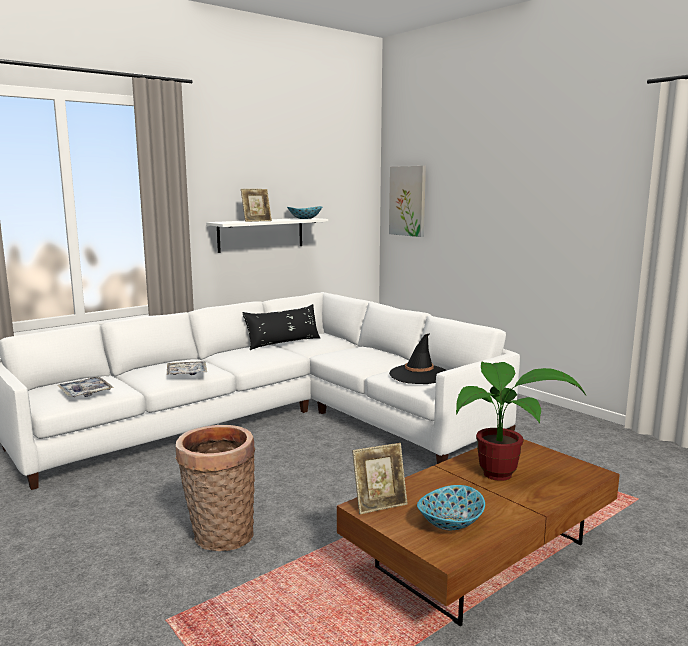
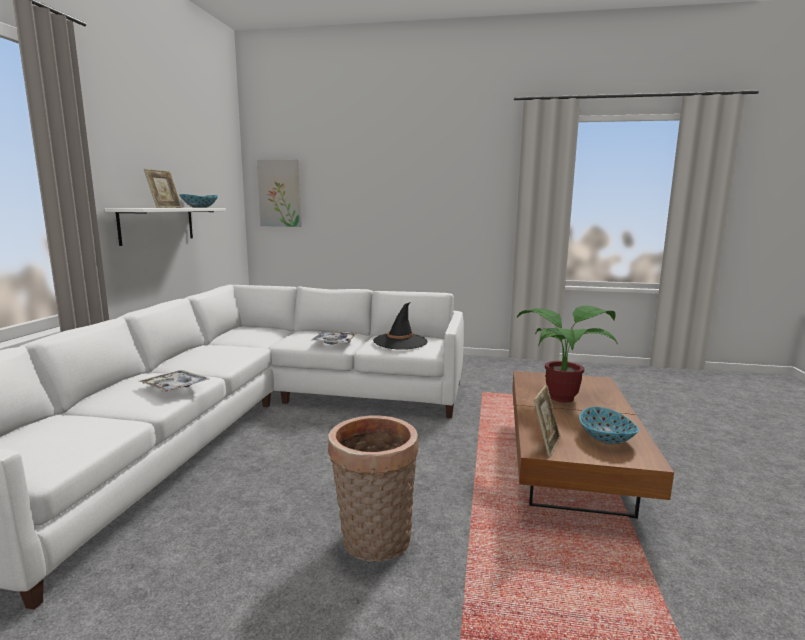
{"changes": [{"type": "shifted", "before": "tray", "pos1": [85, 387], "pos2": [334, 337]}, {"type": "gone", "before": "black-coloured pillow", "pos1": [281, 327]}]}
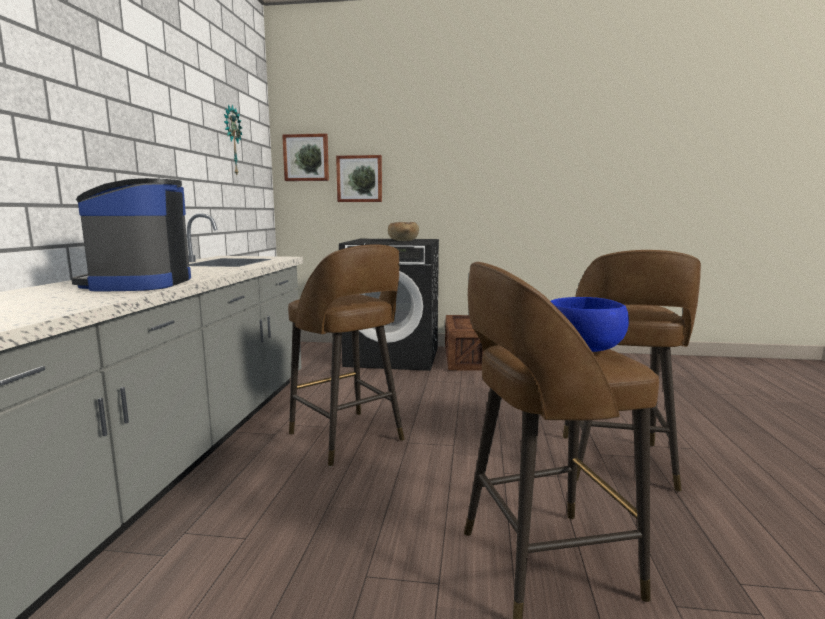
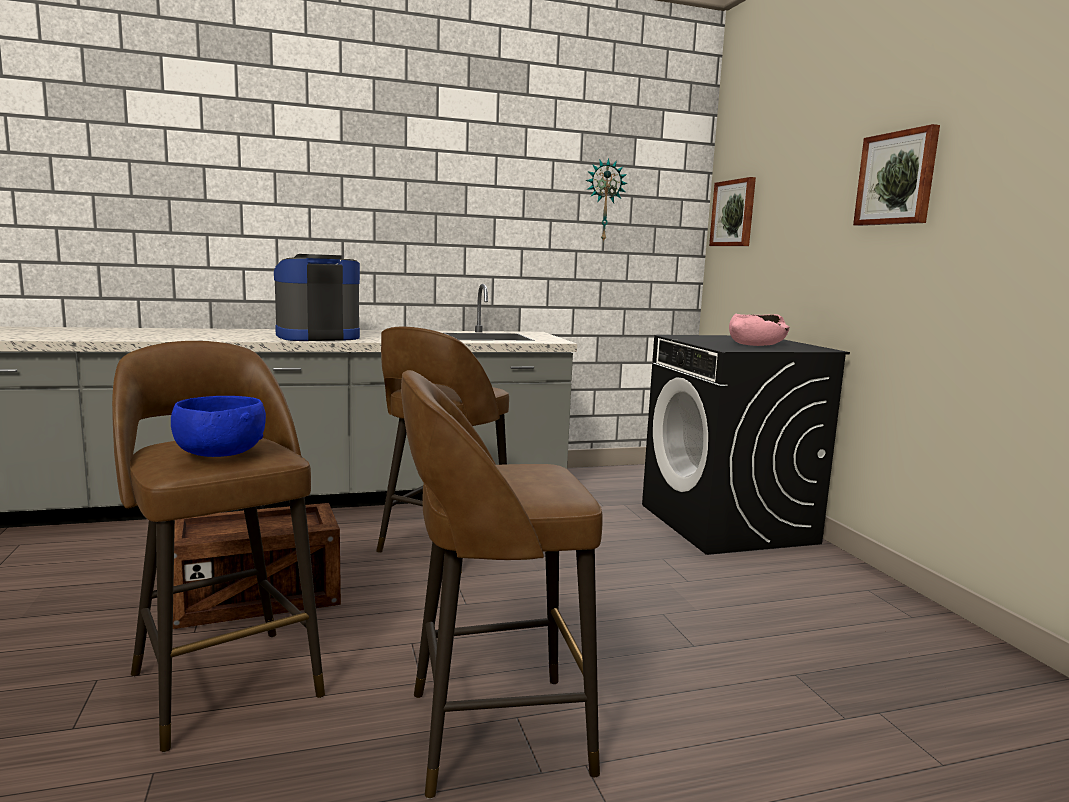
{"changes": [{"type": "shifted", "before": "packing crate", "pos1": [464, 343], "pos2": [257, 566]}, {"type": "repainted", "before": "brown deep dish", "after": "pink deep dish", "pos1": [403, 231], "pos2": [759, 330]}, {"type": "shifted", "before": "wall art", "pos1": [359, 178], "pos2": [896, 175]}]}
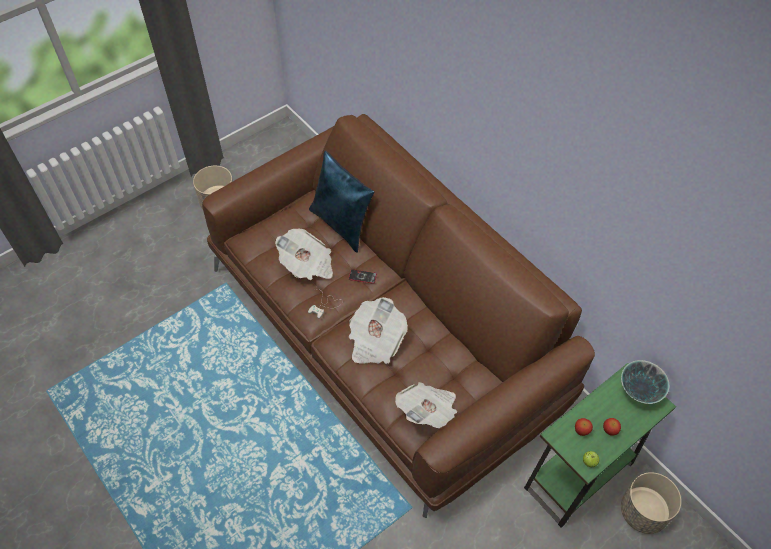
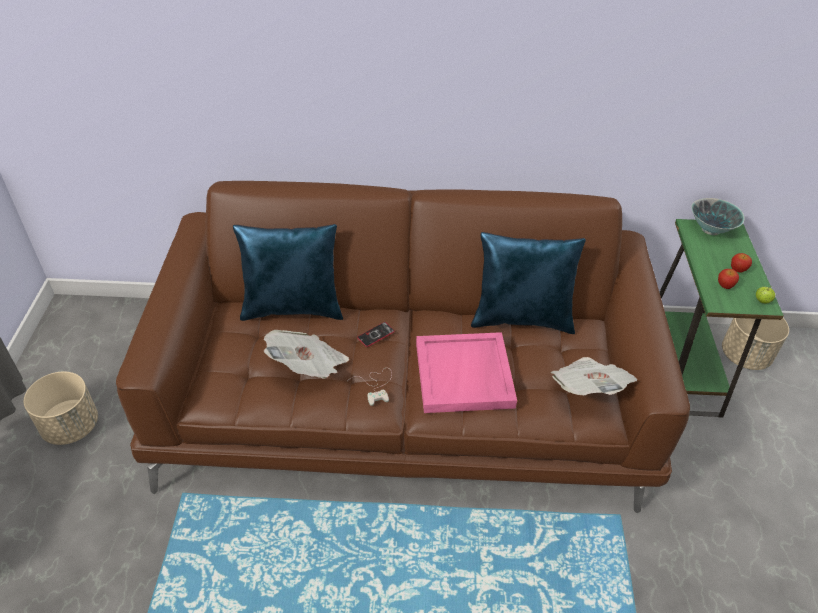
{"changes": [{"type": "swapped", "before": "newspaper", "after": "pink tray", "pos1": [378, 330], "pos2": [466, 372]}, {"type": "new", "after": "blue-coloured pillow", "pos2": [528, 283]}]}
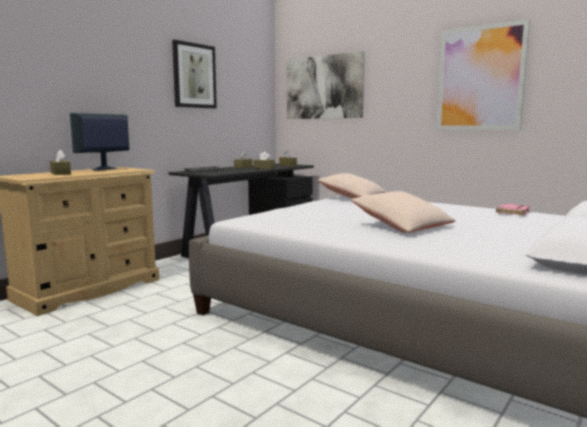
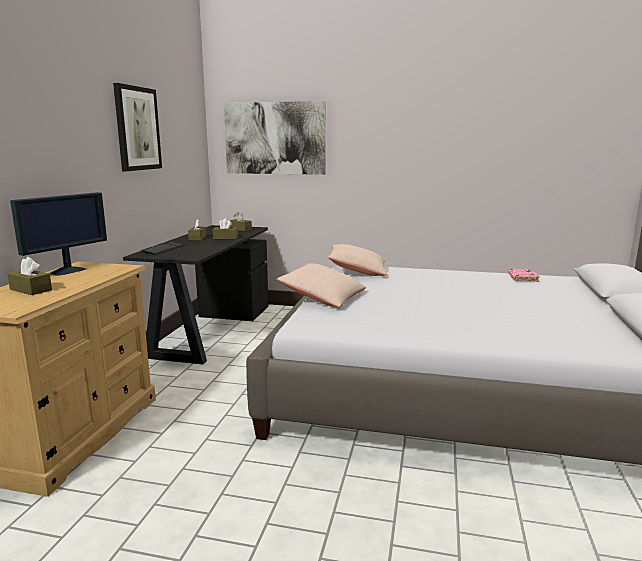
{"changes": [{"type": "rotated", "before": "computer display", "pos1": [99, 141], "pos2": [58, 234], "turn": -150}, {"type": "shifted", "before": "beige-coloured pillow", "pos1": [403, 212], "pos2": [321, 285]}, {"type": "gone", "before": "wall art", "pos1": [483, 74]}]}
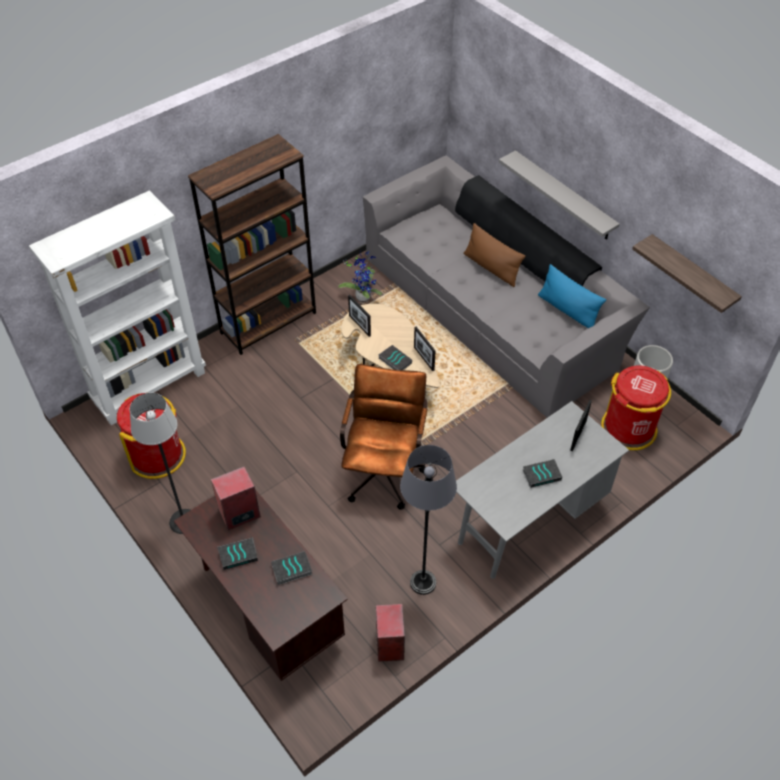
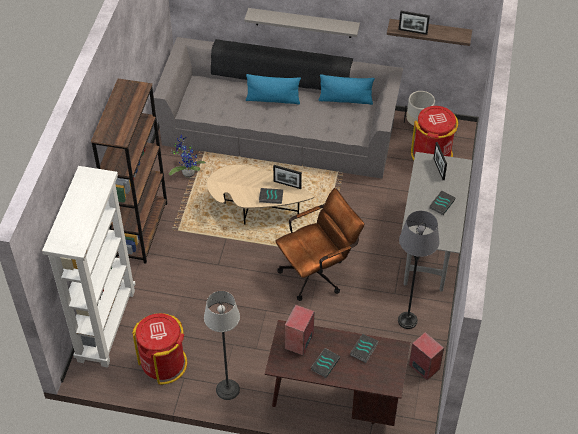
{"changes": [{"type": "repainted", "before": "brown pillow", "after": "blue-coloured pillow", "pos1": [495, 255], "pos2": [273, 89]}, {"type": "rotated", "before": "brown office chair", "pos1": [384, 437], "pos2": [319, 244], "turn": 90}, {"type": "shifted", "before": "standing frame", "pos1": [359, 316], "pos2": [414, 23]}]}
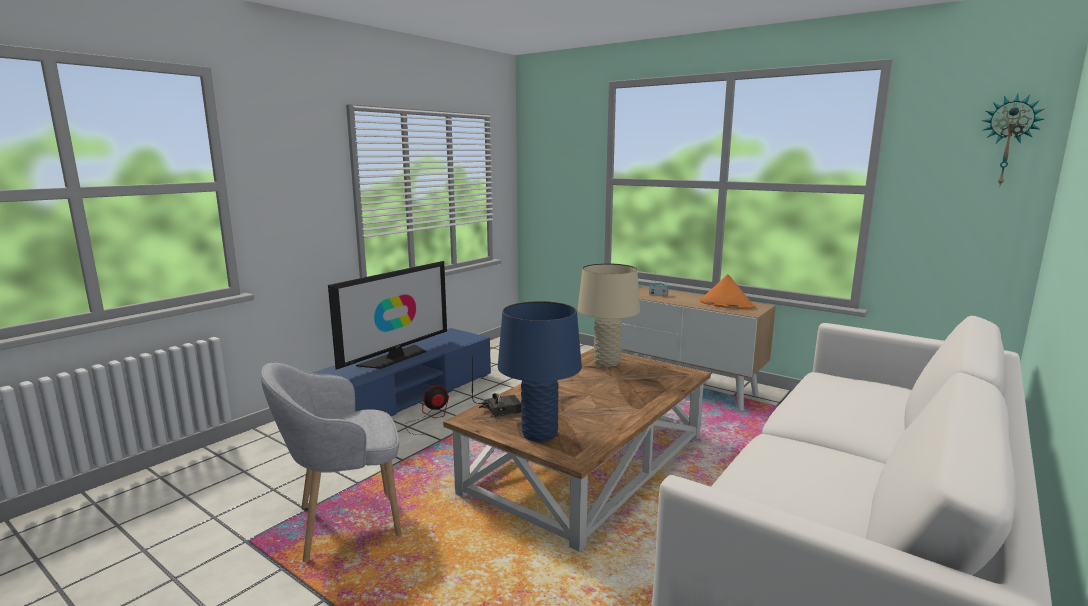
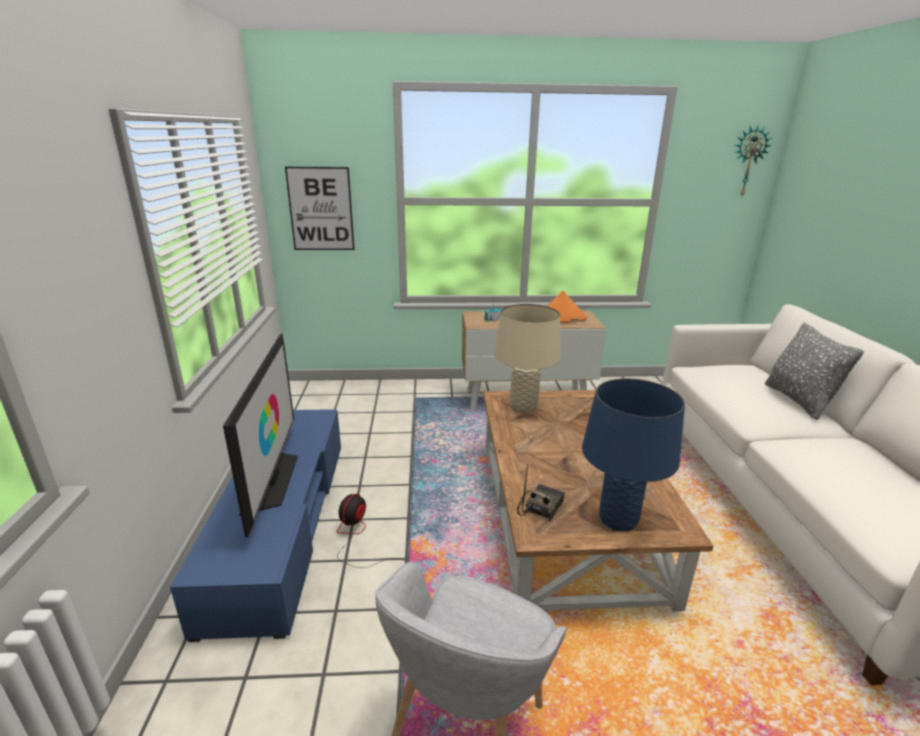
{"changes": [{"type": "new", "after": "wall art", "pos2": [320, 208]}, {"type": "new", "after": "gray pillow", "pos2": [814, 371]}]}
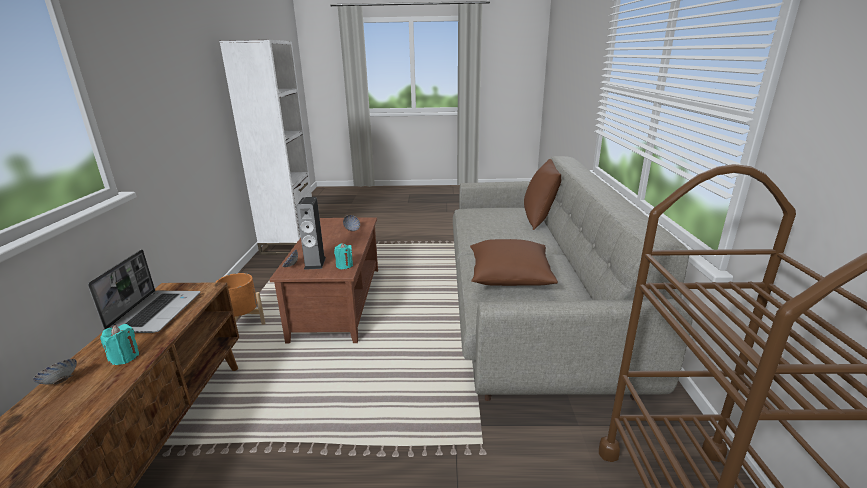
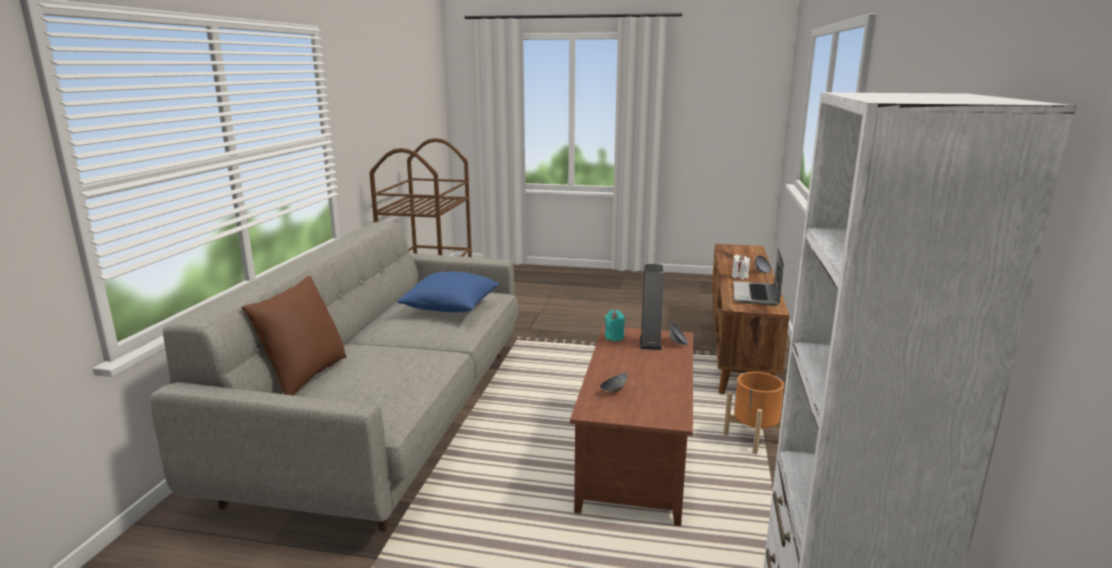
{"changes": [{"type": "repainted", "before": "brown pillow", "after": "blue-coloured pillow", "pos1": [514, 262], "pos2": [448, 292]}, {"type": "repainted", "before": "turquoise-coloured wax light", "after": "whitish wax light", "pos1": [119, 344], "pos2": [741, 267]}]}
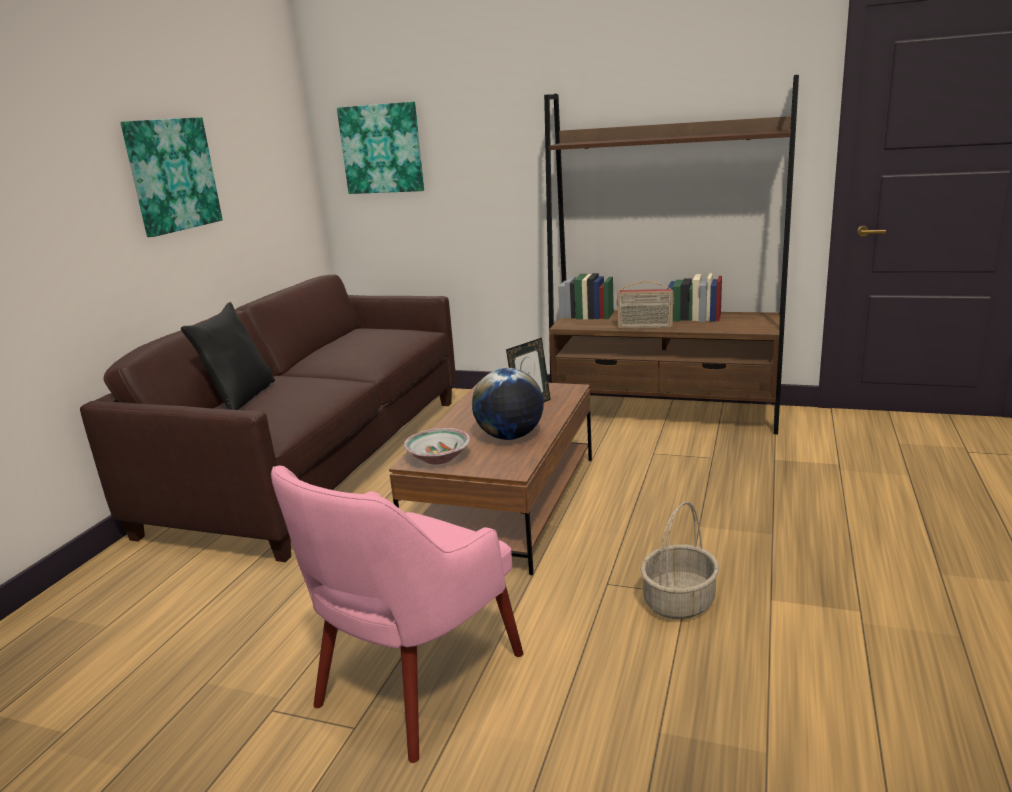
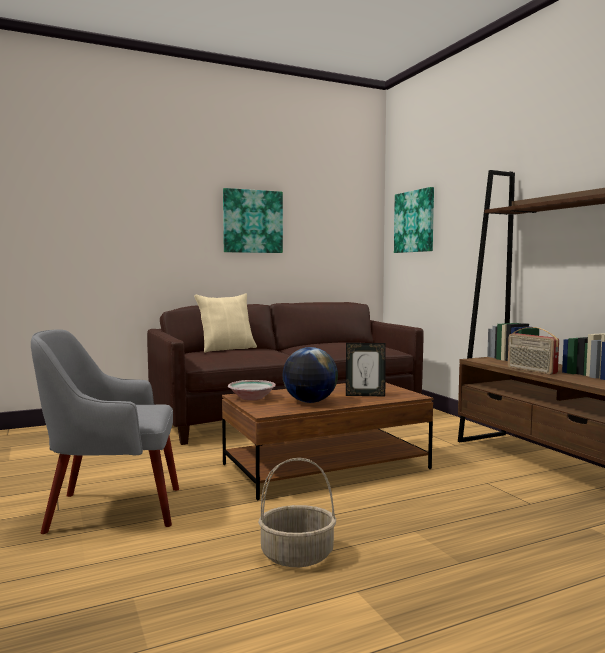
{"changes": [{"type": "repainted", "before": "pink armchair", "after": "gray armchair", "pos1": [397, 614], "pos2": [105, 431]}, {"type": "repainted", "before": "black-coloured pillow", "after": "beige-coloured pillow", "pos1": [228, 356], "pos2": [225, 323]}]}
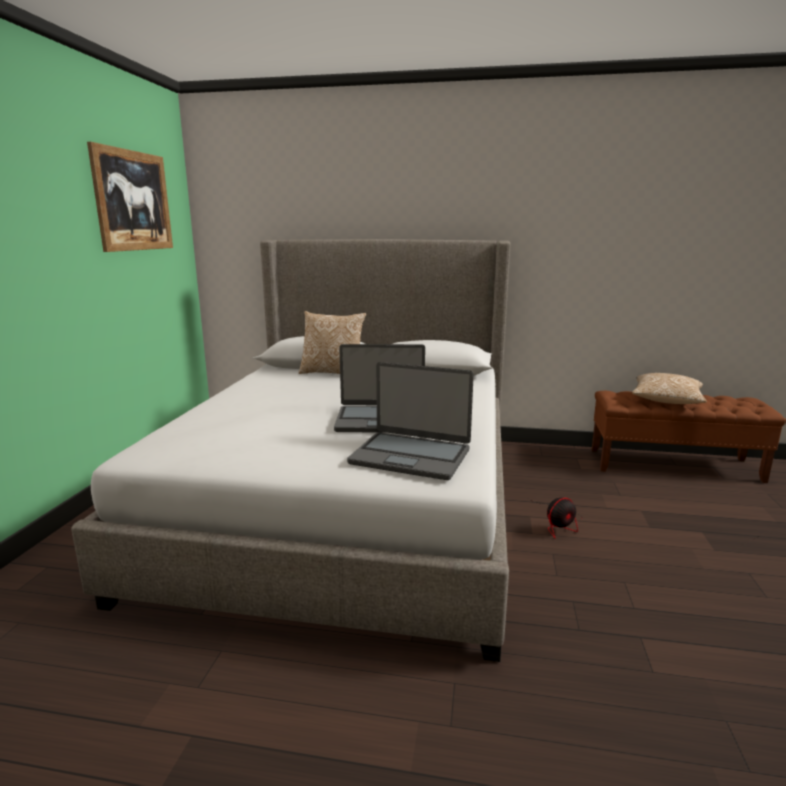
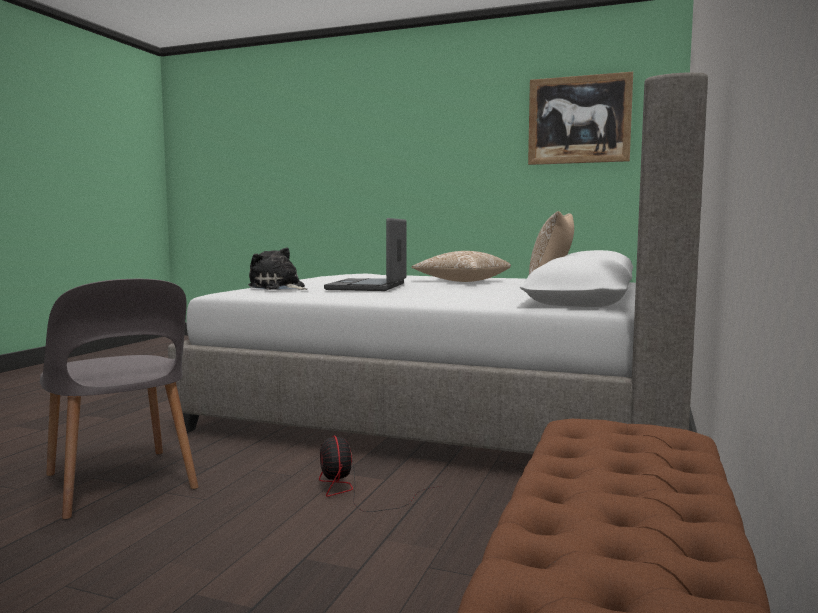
{"changes": [{"type": "new", "after": "gray plain chair", "pos2": [119, 399]}, {"type": "swapped", "before": "notebook computer", "after": "cuddly toy", "pos1": [410, 421], "pos2": [278, 268]}, {"type": "shifted", "before": "pillow", "pos1": [669, 388], "pos2": [461, 266]}]}
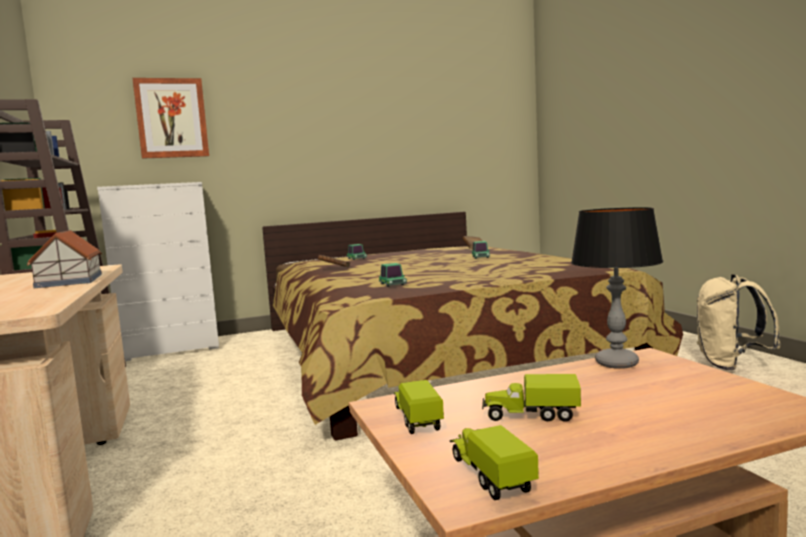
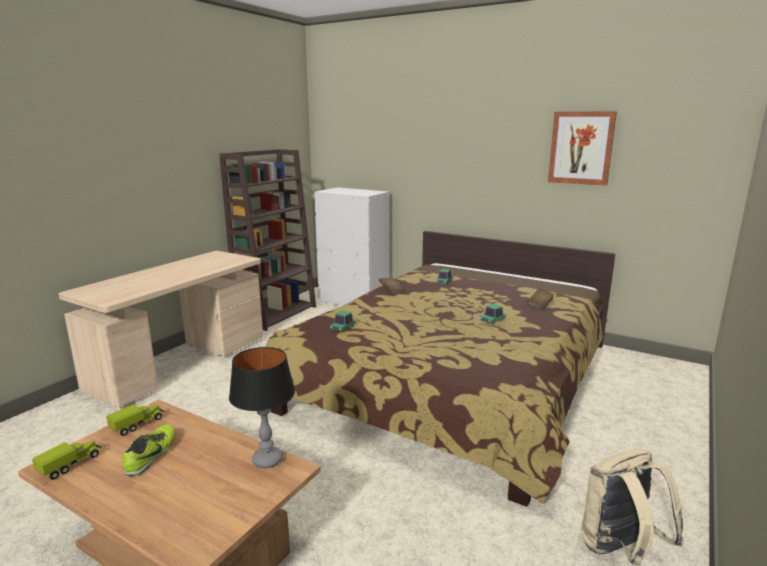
{"changes": [{"type": "swapped", "before": "toy truck", "after": "item of footwear", "pos1": [531, 398], "pos2": [149, 450]}, {"type": "shifted", "before": "wall art", "pos1": [170, 118], "pos2": [582, 148]}, {"type": "gone", "before": "miniature house", "pos1": [64, 259]}]}
